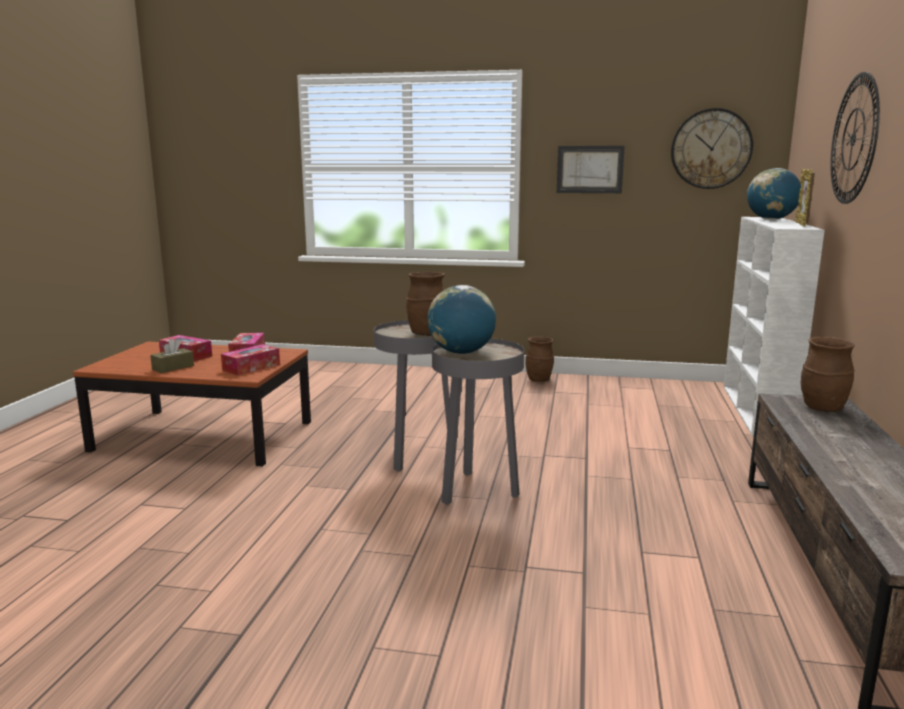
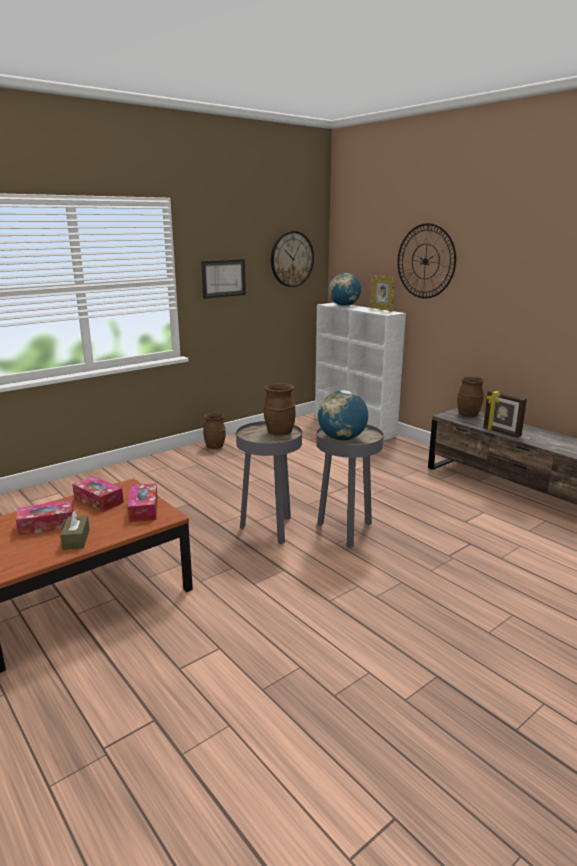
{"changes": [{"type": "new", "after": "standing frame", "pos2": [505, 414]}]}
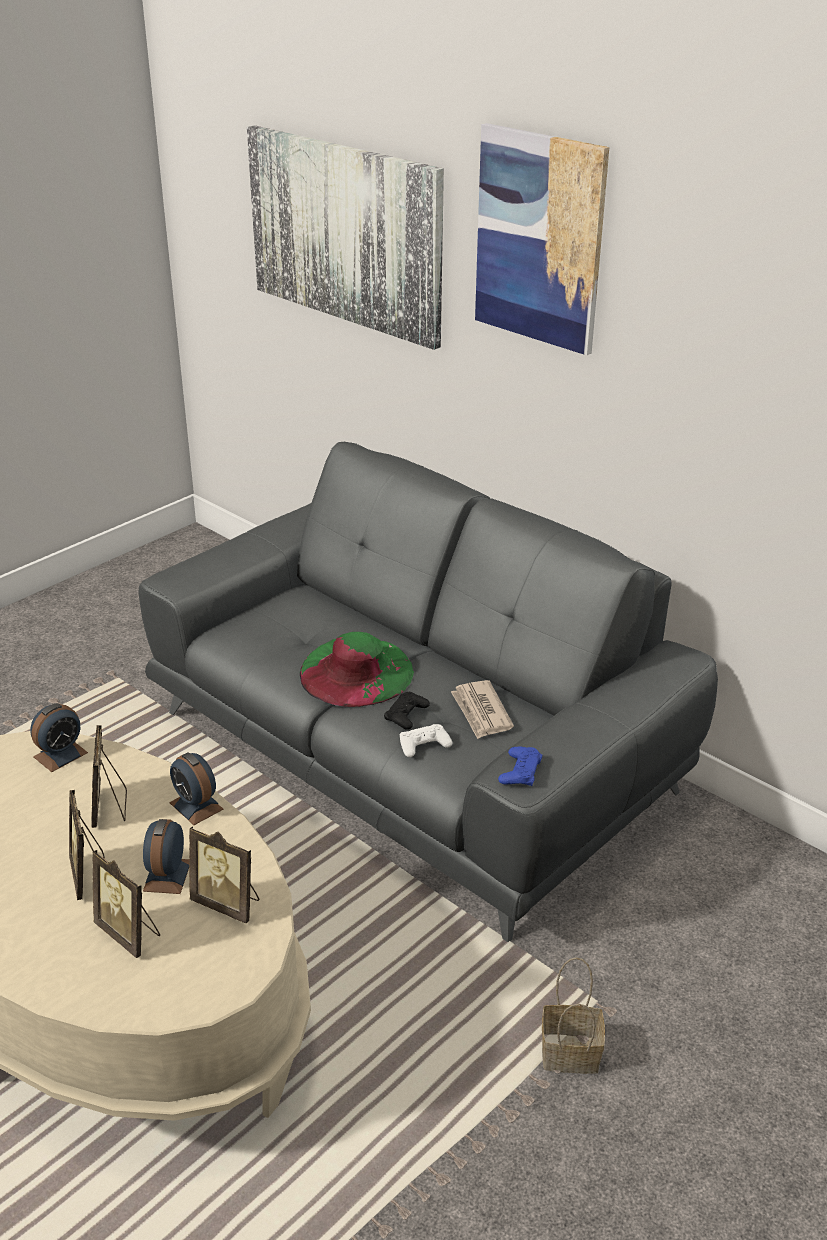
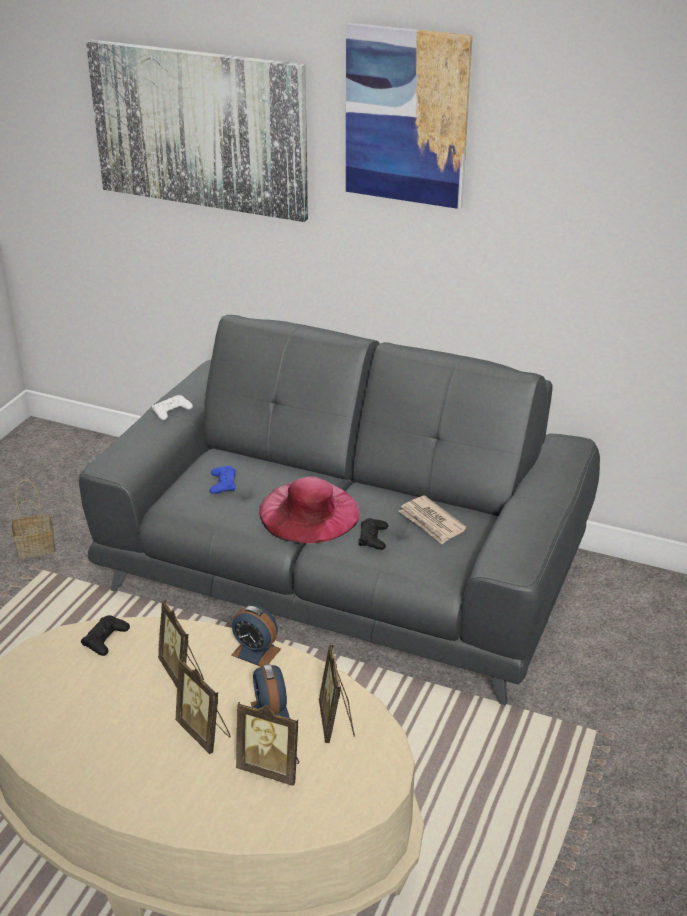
{"changes": [{"type": "shifted", "before": "basket", "pos1": [573, 1015], "pos2": [33, 519]}, {"type": "swapped", "before": "bedside clock", "after": "black-coloured game controller", "pos1": [59, 737], "pos2": [105, 635]}, {"type": "shifted", "before": "whitish game controller", "pos1": [426, 740], "pos2": [172, 407]}, {"type": "shifted", "before": "blue-coloured game controller", "pos1": [520, 766], "pos2": [222, 480]}, {"type": "repainted", "before": "green clothing hat", "after": "pink clothing hat", "pos1": [357, 669], "pos2": [310, 510]}, {"type": "rotated", "before": "standing frame", "pos1": [224, 875], "pos2": [337, 693], "turn": 75}]}
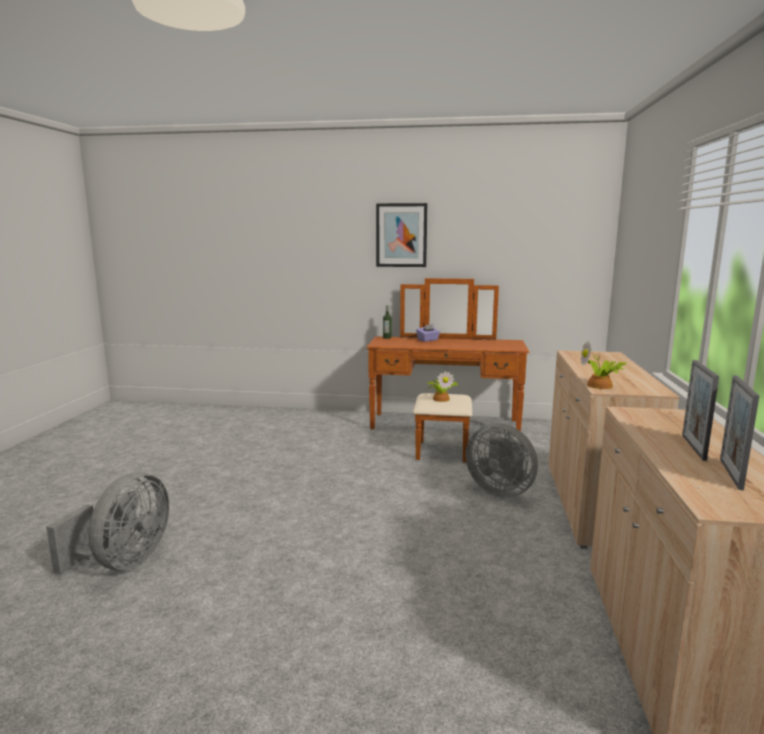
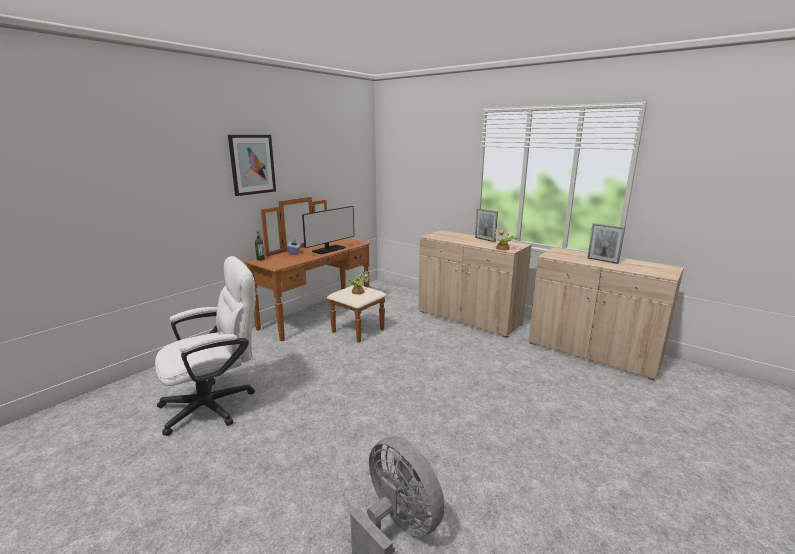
{"changes": [{"type": "new", "after": "whitish office chair", "pos2": [205, 346]}, {"type": "new", "after": "computer display", "pos2": [328, 230]}, {"type": "shifted", "before": "standing frame", "pos1": [739, 432], "pos2": [486, 225]}, {"type": "gone", "before": "gray electric fan", "pos1": [501, 460]}]}
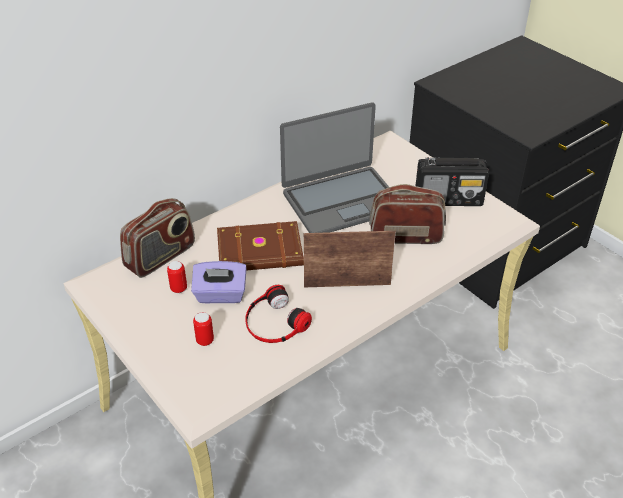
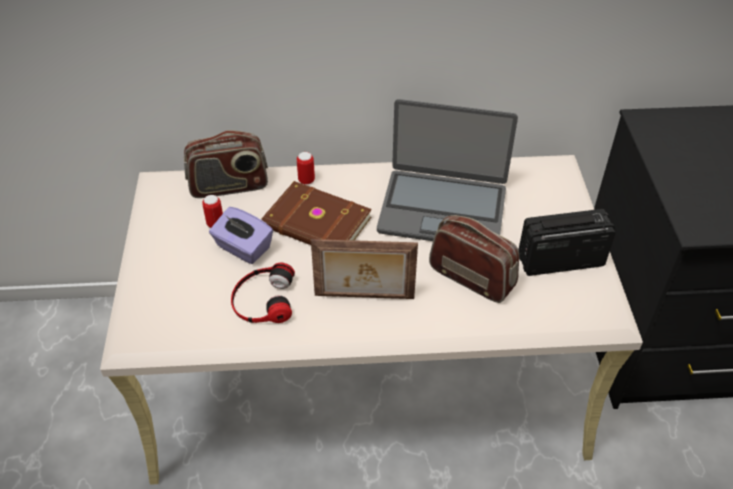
{"changes": [{"type": "shifted", "before": "can", "pos1": [203, 329], "pos2": [306, 168]}, {"type": "rotated", "before": "standing frame", "pos1": [350, 259], "pos2": [364, 269], "turn": 150}, {"type": "rotated", "before": "radio", "pos1": [452, 181], "pos2": [566, 242], "turn": 135}]}
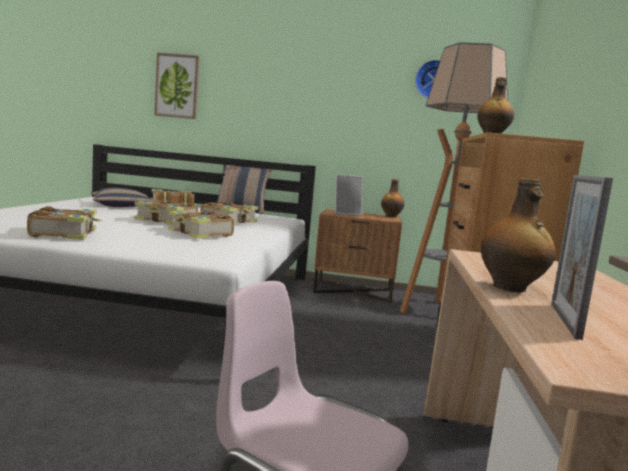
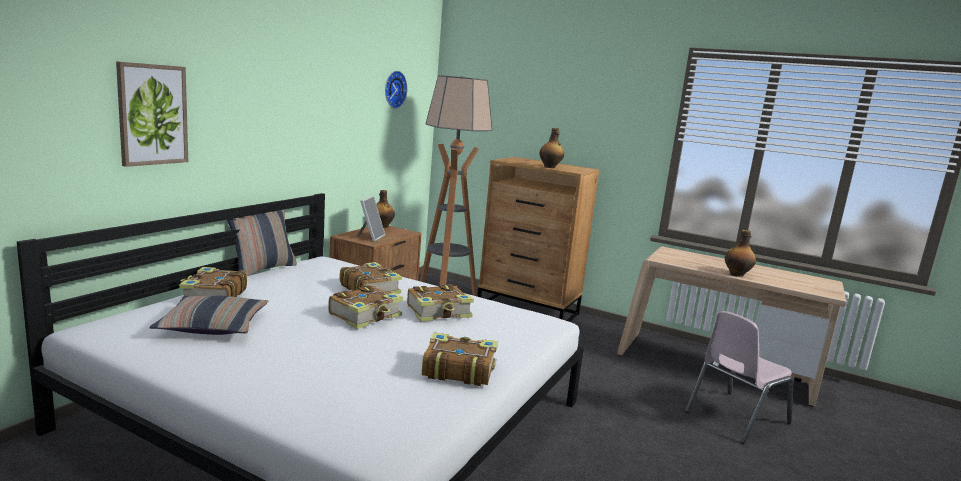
{"changes": [{"type": "gone", "before": "standing frame", "pos1": [582, 257]}]}
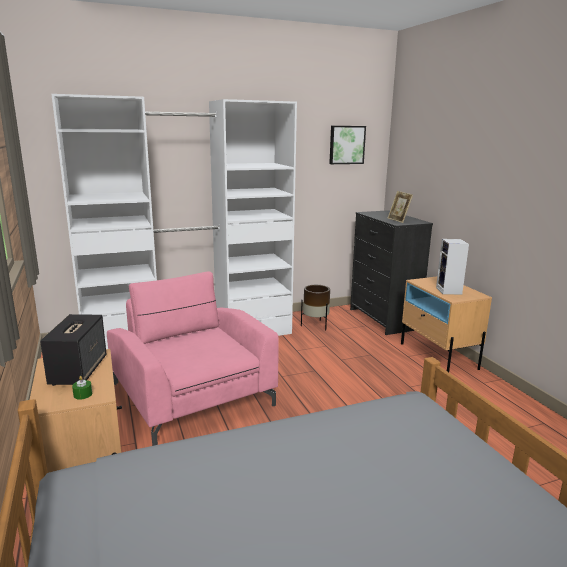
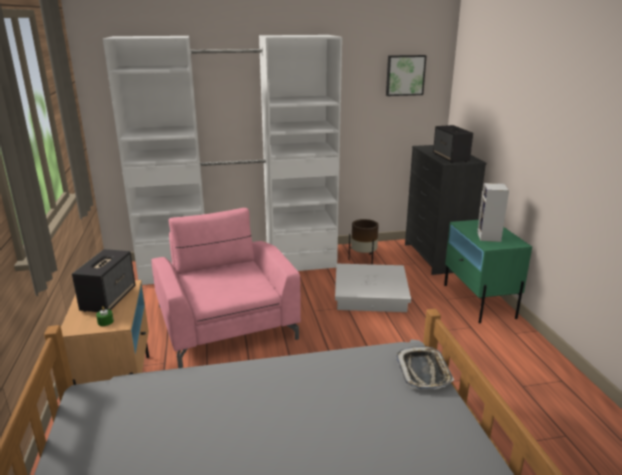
{"changes": [{"type": "new", "after": "whitish storage box", "pos2": [373, 288]}, {"type": "new", "after": "tray", "pos2": [425, 368]}, {"type": "swapped", "before": "standing frame", "after": "audio speaker", "pos1": [400, 207], "pos2": [453, 144]}, {"type": "repainted", "before": "beige-coloured night table", "after": "green night table", "pos1": [446, 324], "pos2": [488, 271]}]}
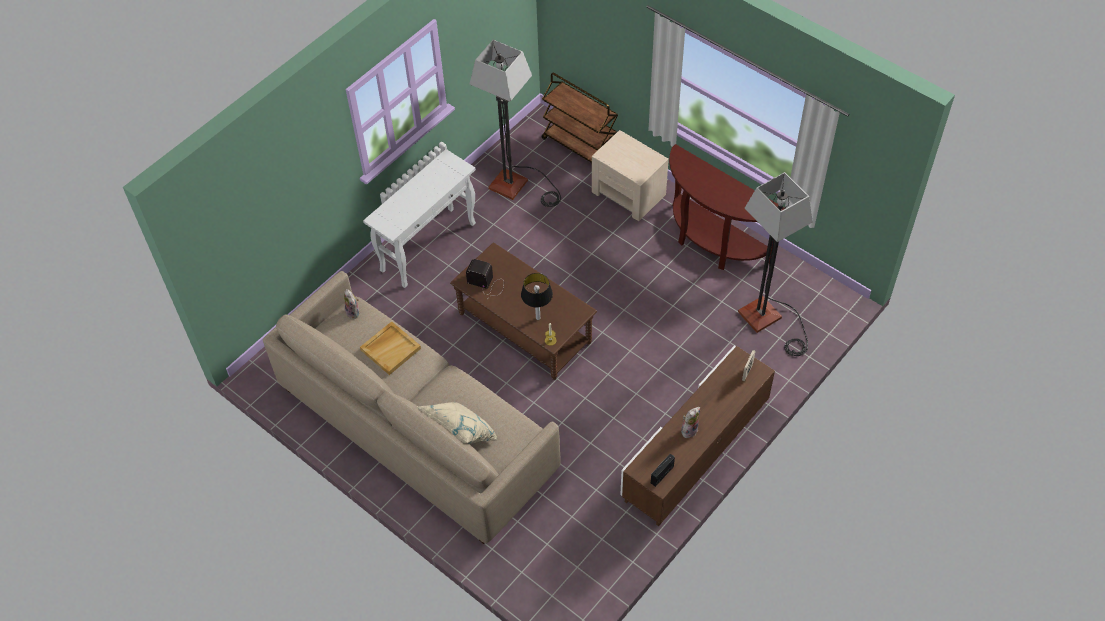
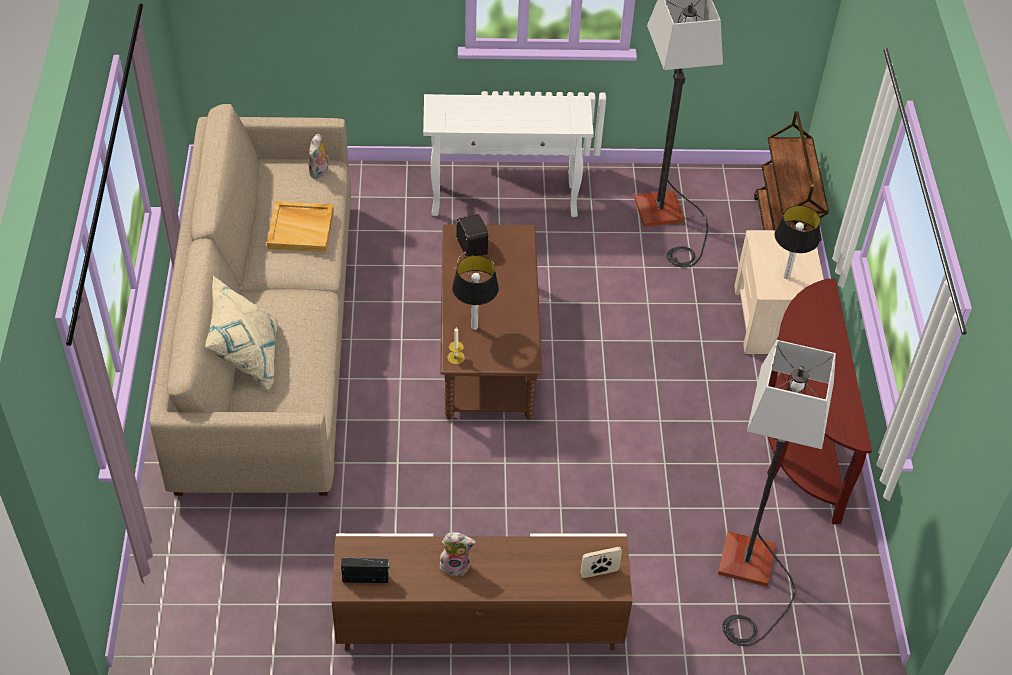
{"changes": [{"type": "new", "after": "tabletop lamp", "pos2": [797, 242]}]}
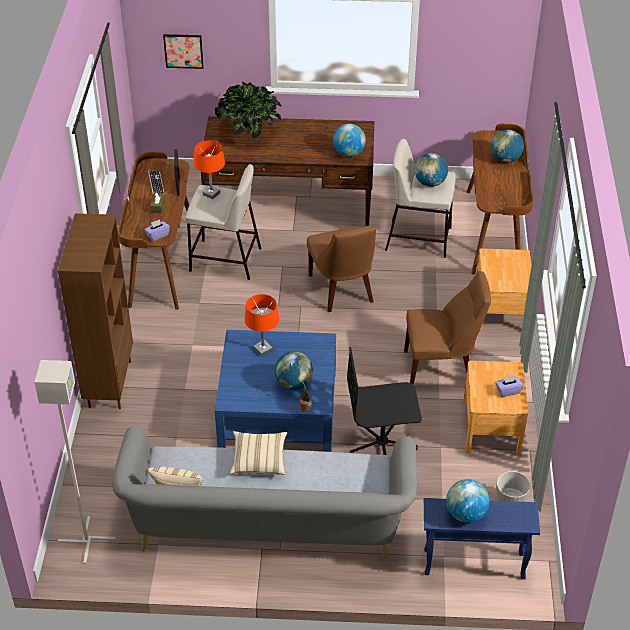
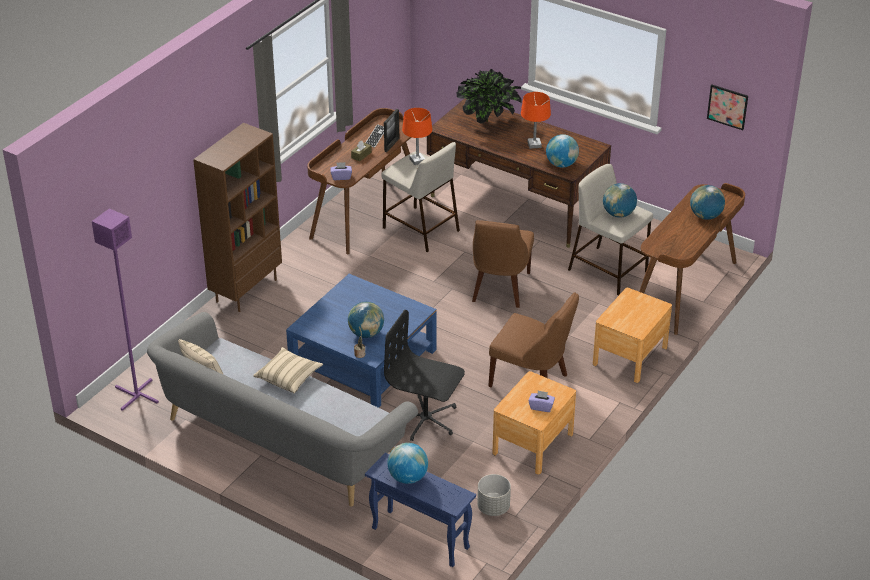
{"changes": [{"type": "repainted", "before": "gray standard lamp", "after": "purplish standard lamp", "pos1": [75, 462], "pos2": [125, 310]}, {"type": "shifted", "before": "orange-coloured tabletop lamp", "pos1": [261, 325], "pos2": [536, 120]}, {"type": "shifted", "before": "wall art", "pos1": [183, 51], "pos2": [727, 107]}]}
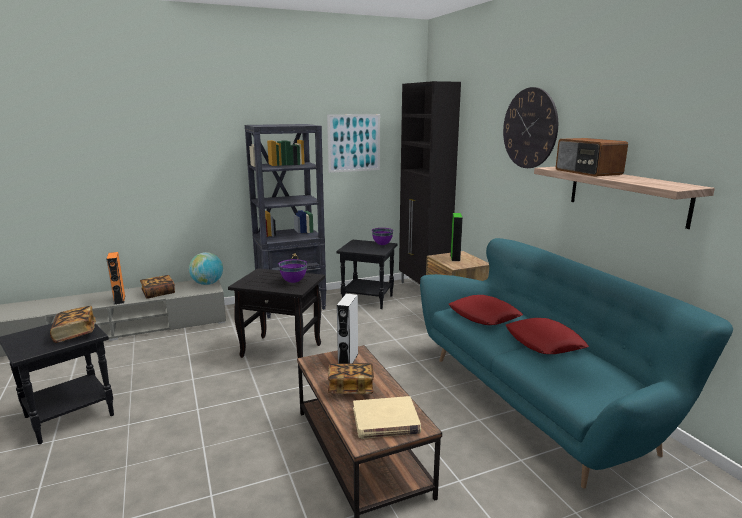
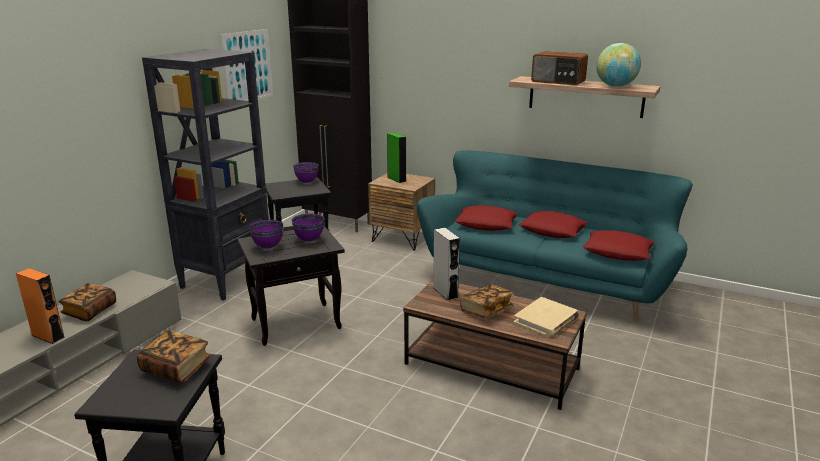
{"changes": [{"type": "new", "after": "purplish deep dish", "pos2": [266, 234]}, {"type": "new", "after": "red-coloured pillow", "pos2": [619, 245]}, {"type": "shifted", "before": "desk globe", "pos1": [206, 268], "pos2": [618, 65]}, {"type": "gone", "before": "clock on the wall", "pos1": [530, 127]}]}
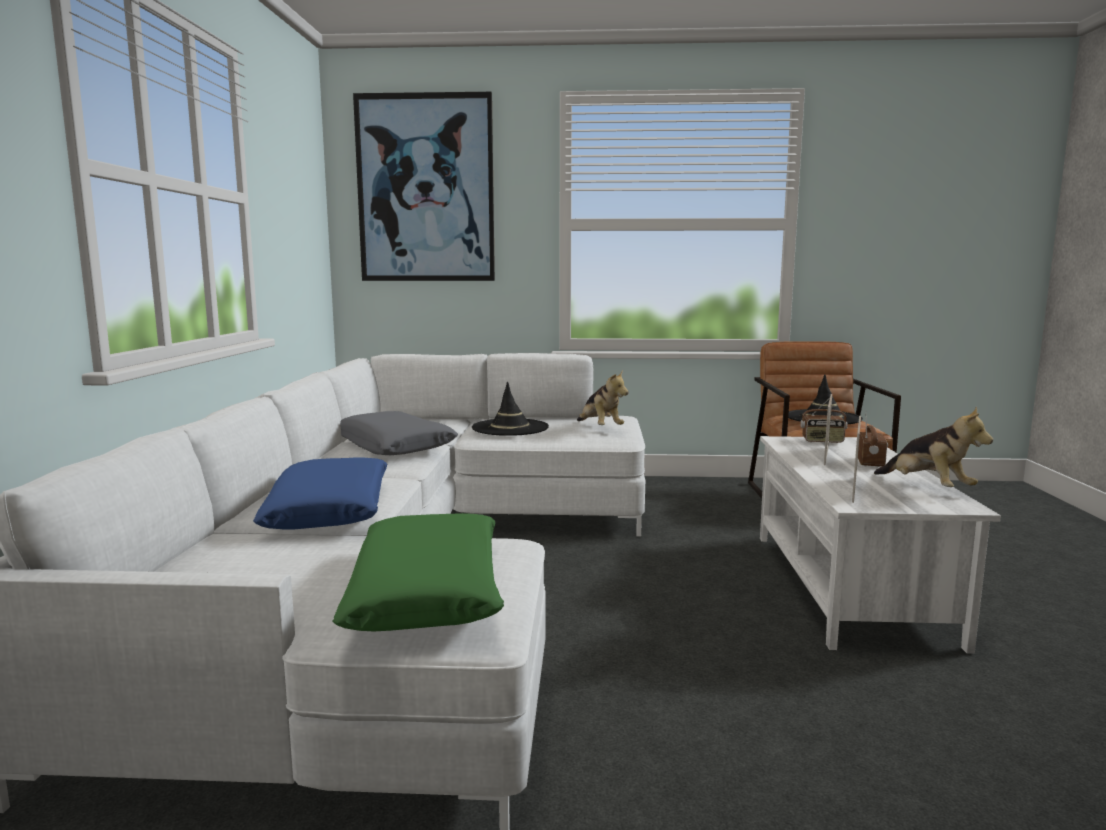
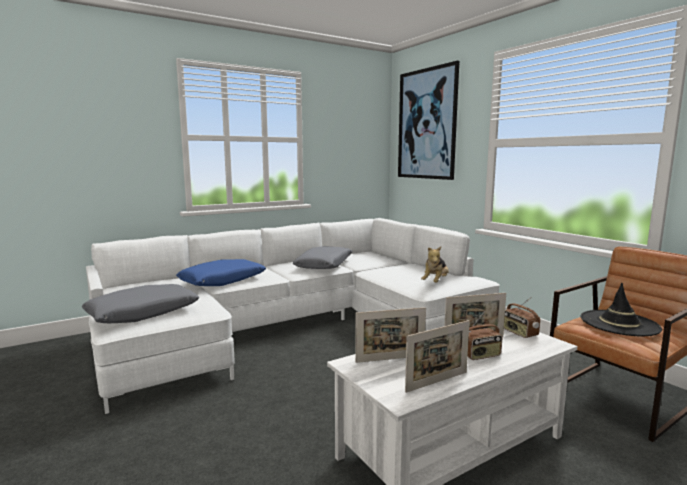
{"changes": [{"type": "repainted", "before": "green pillow", "after": "gray pillow", "pos1": [418, 572], "pos2": [140, 303]}, {"type": "swapped", "before": "cuddly toy", "after": "standing frame", "pos1": [933, 446], "pos2": [437, 356]}, {"type": "gone", "before": "black-coloured clothing hat", "pos1": [510, 408]}]}
